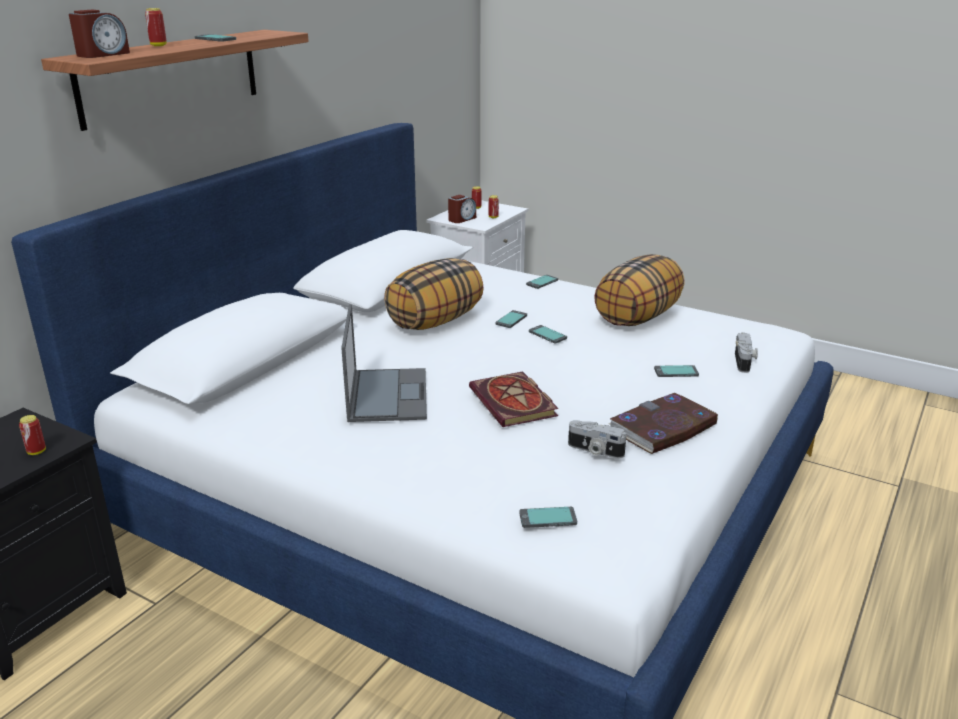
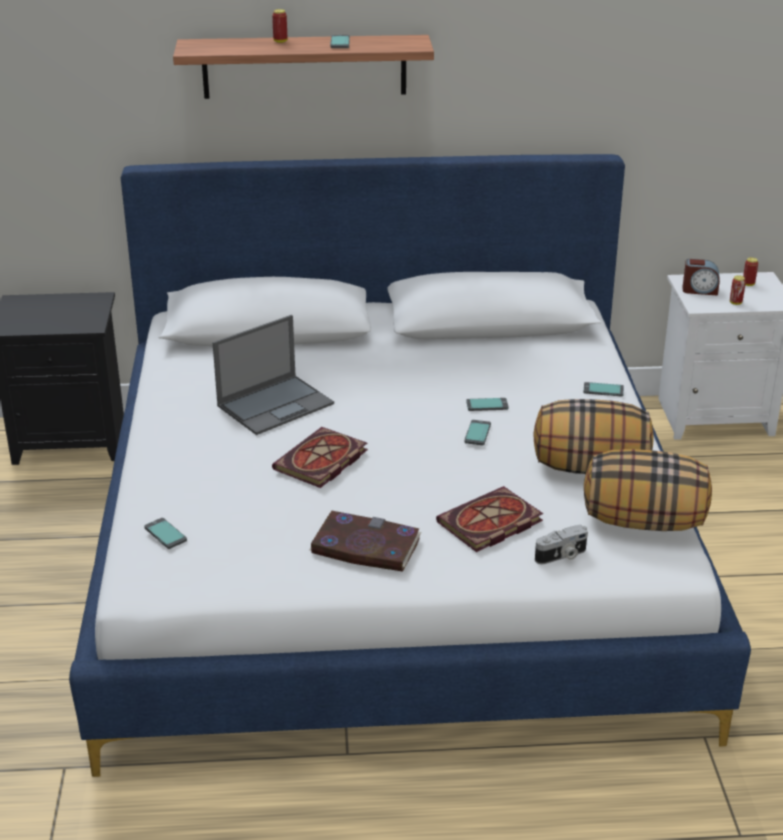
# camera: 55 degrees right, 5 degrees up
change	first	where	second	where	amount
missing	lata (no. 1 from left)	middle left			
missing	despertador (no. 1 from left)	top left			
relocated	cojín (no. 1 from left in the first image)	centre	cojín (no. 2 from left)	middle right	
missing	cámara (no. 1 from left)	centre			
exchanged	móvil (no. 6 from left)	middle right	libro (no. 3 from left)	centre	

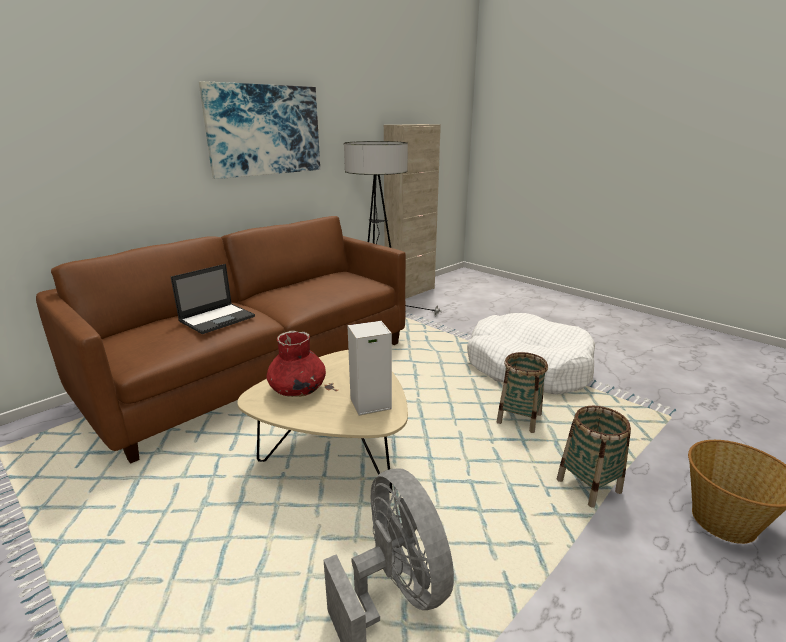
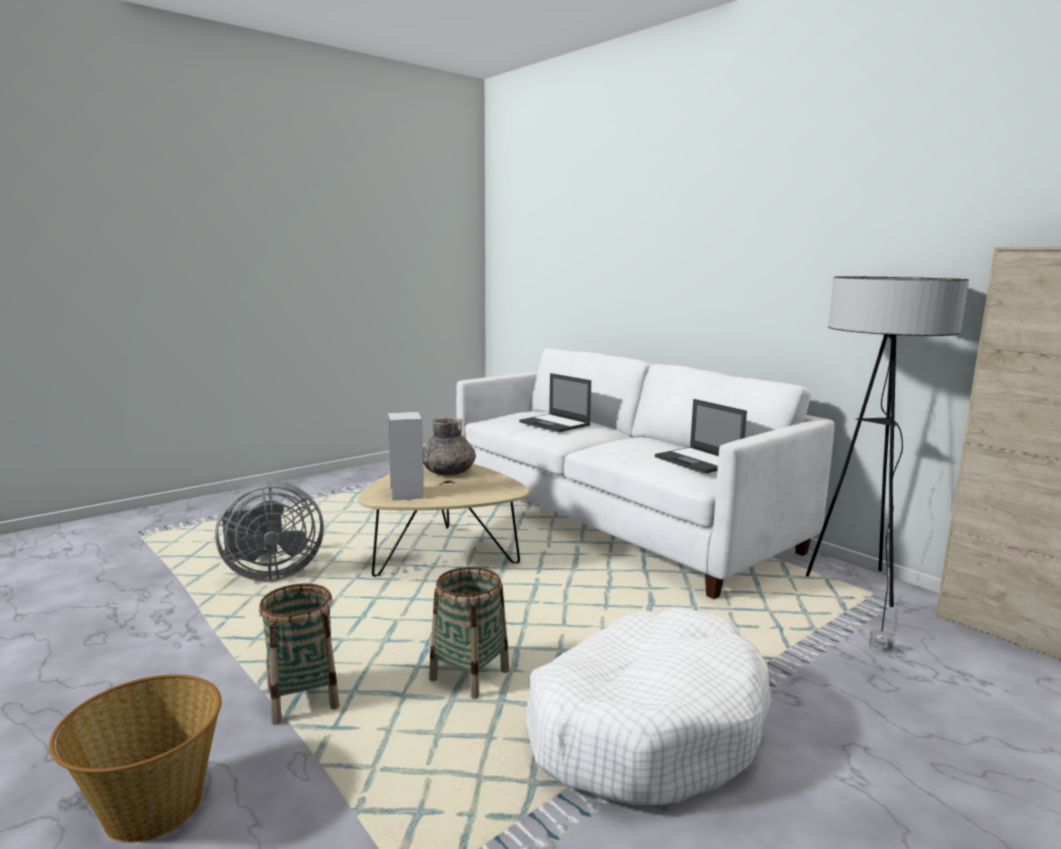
# camera: 95 degrees right, 10 degrees down
change	first	where	second	where	amount
colour	sofá (marrón)	middle left	sofá (blanco)	centre	
missing	cuadro	top left			
colour	florero (rojo)	centre	florero (gris)	centre	
appeared			portátil (no. 2 from left)	centre	

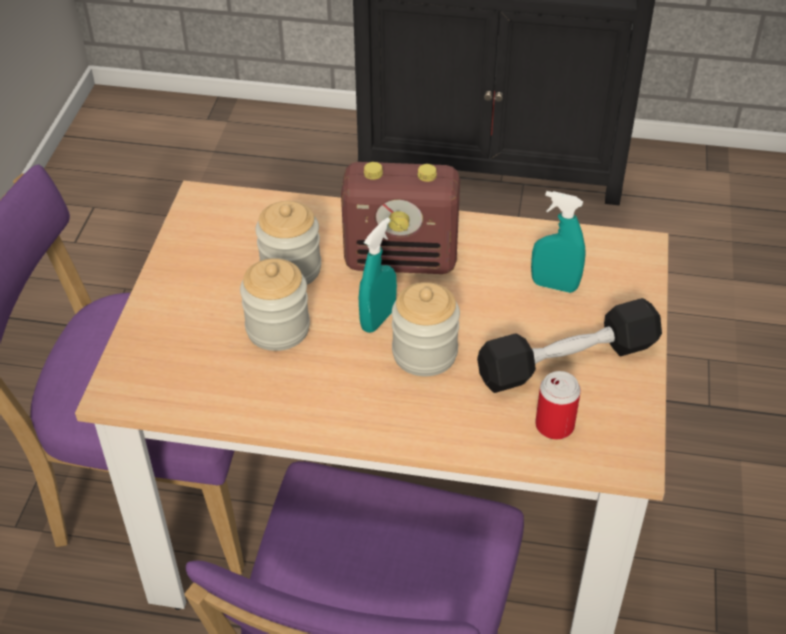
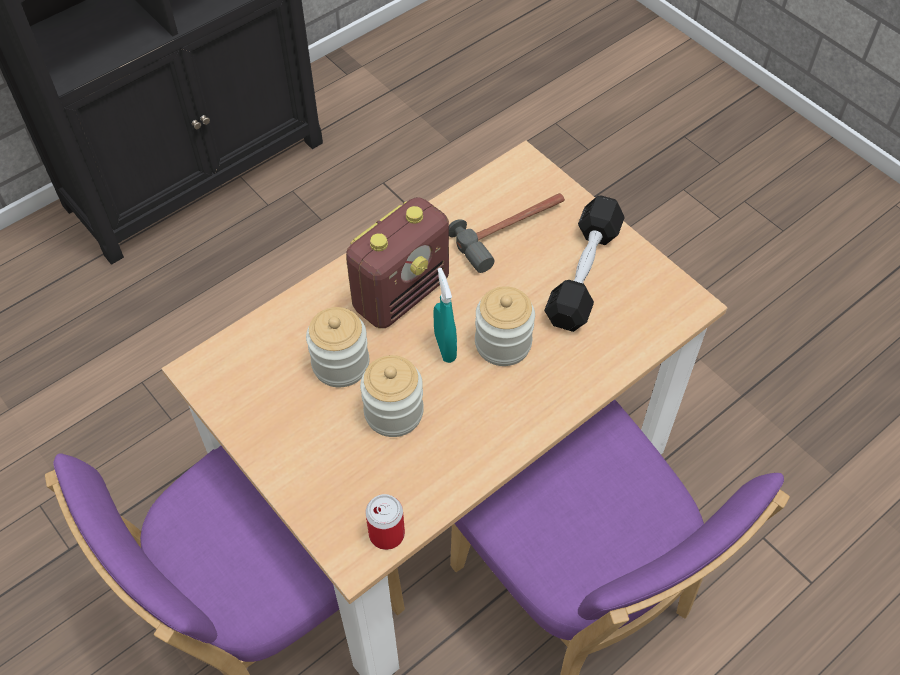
# camera: 50 degrees left, 10 degrees up
change	first	where	second	where	amount
exchanged	pulverizador (turquesa) (no. 2 from left)	middle right	martillo	centre	
relocated	lata	middle right		bottom centre	

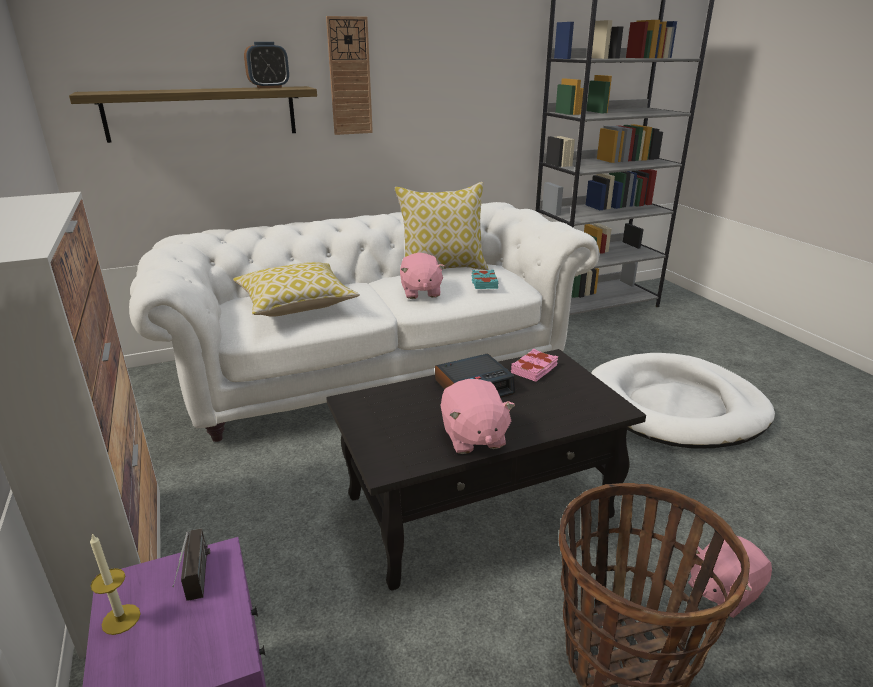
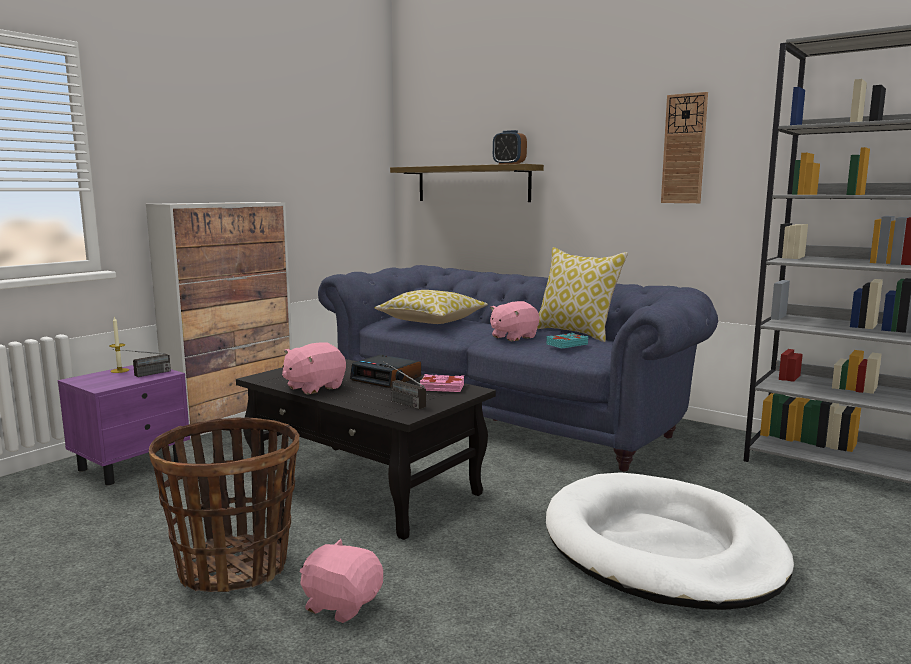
# camera: 60 degrees right, 15 degrees down
change	first	where	second	where	amount
colour	sofá (blanco)	centre	sofá (azul)	centre	
relocated	reloj de pared	top centre		top right	
appeared			radio (no. 2 from left)	centre	

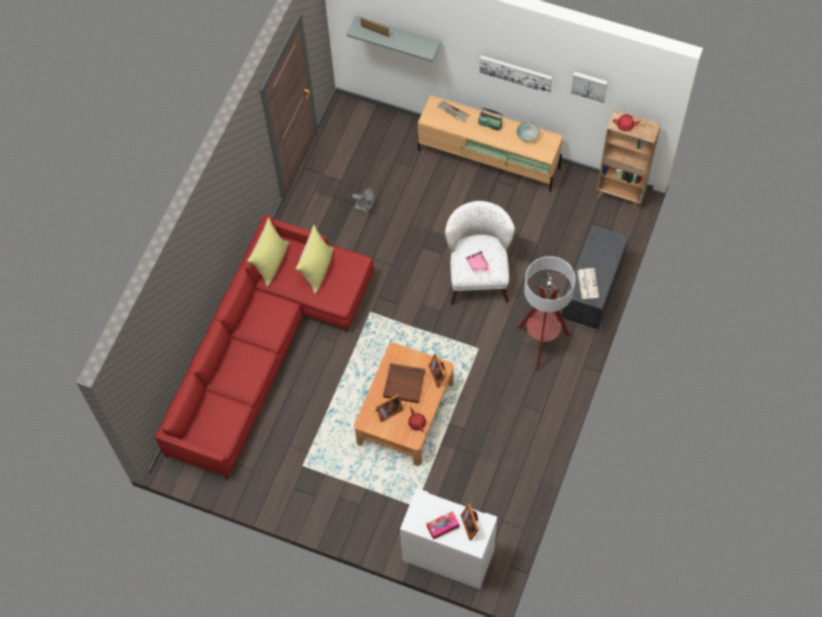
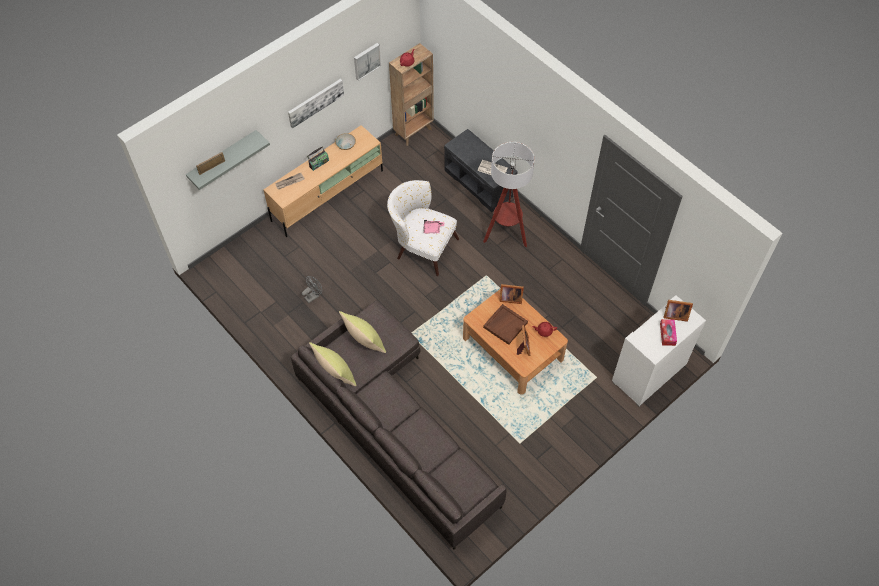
# camera: 65 degrees left, 5 degrees down
change	first	where	second	where	amount
colour	sofá (rojo)	middle left	sofá (gris)	bottom centre	

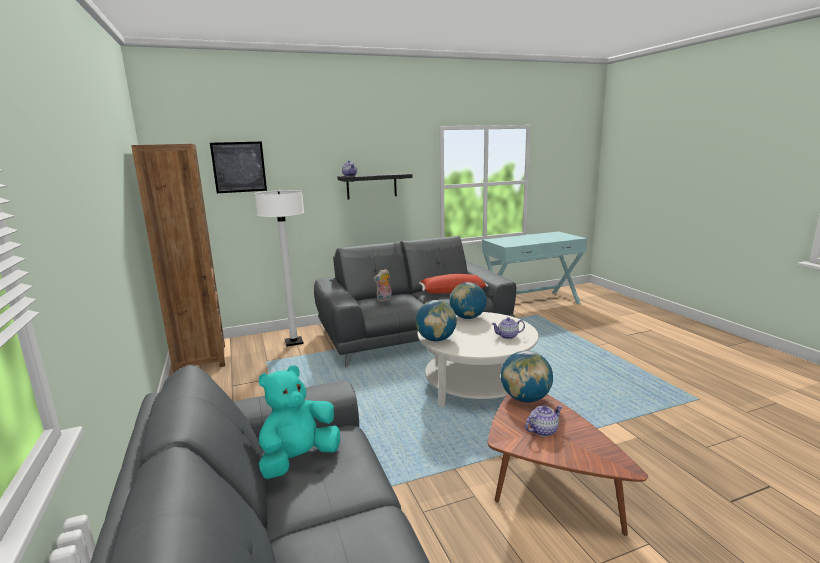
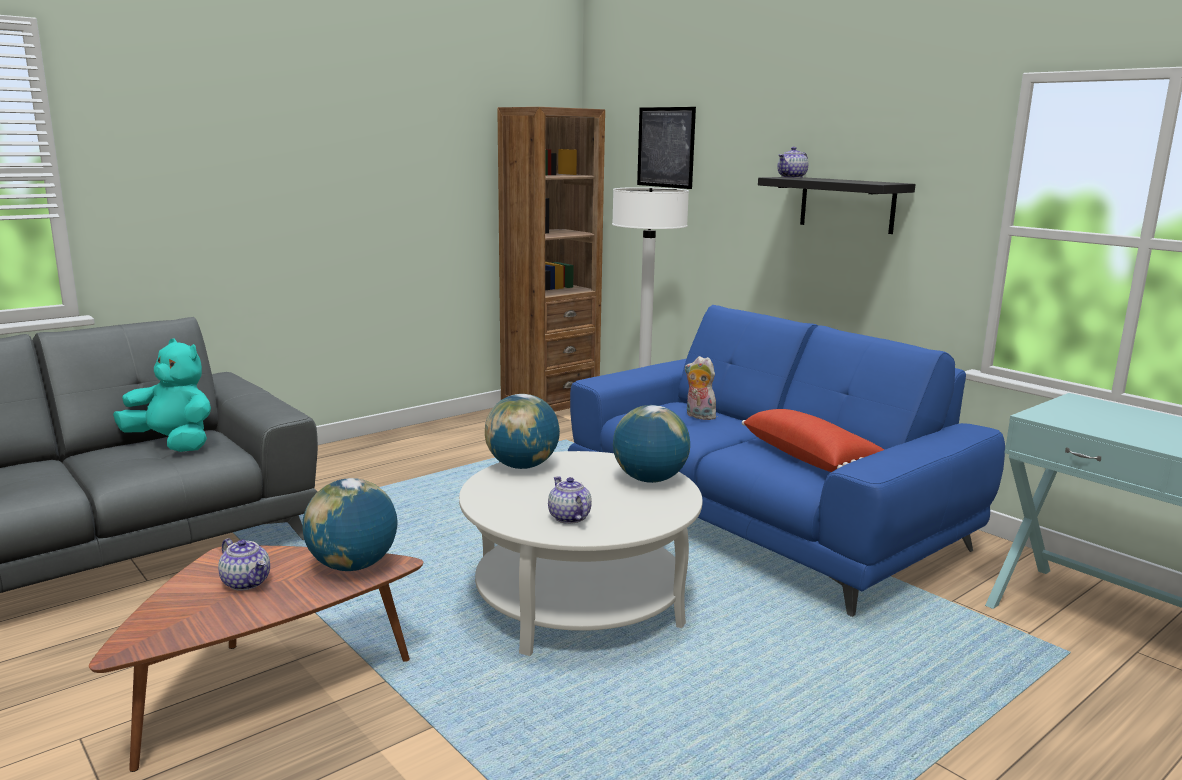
# camera: 70 degrees right, 0 degrees up
change	first	where	second	where	amount
colour	sofá (gris) (no. 2 from left)	centre	sofá (azul)	centre	

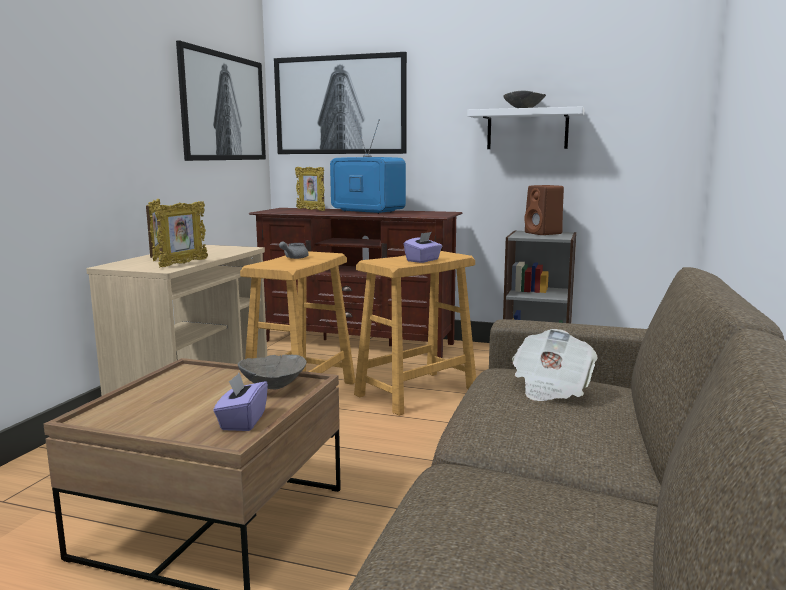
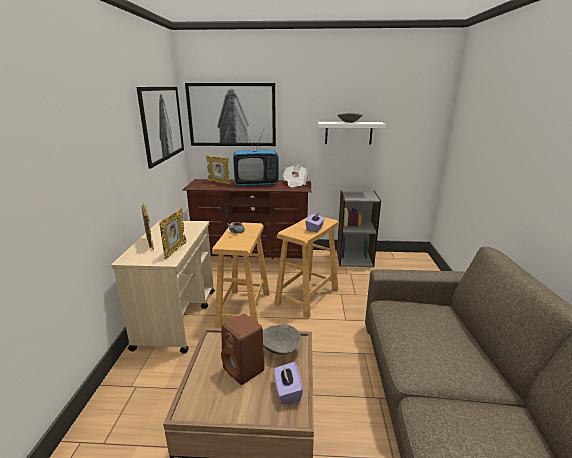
# camera: 15 degrees left, 10 degrees up
change	first	where	second	where	amount
spun	televisor	top centre		centre	150 degrees clockwise
relocated	periódico	middle right		centre	
relocated	altavoz (marrón)	middle right		bottom centre	

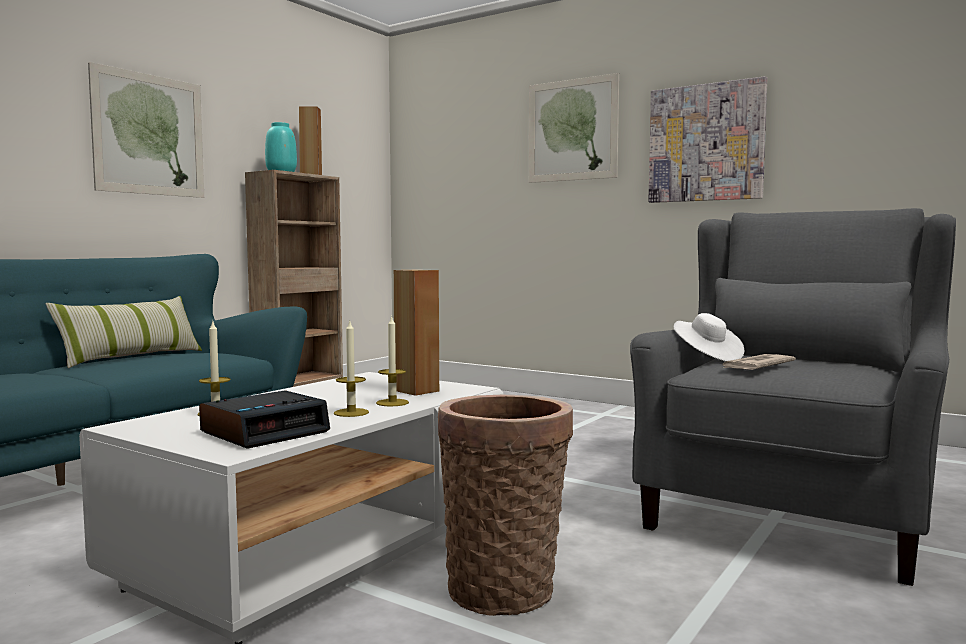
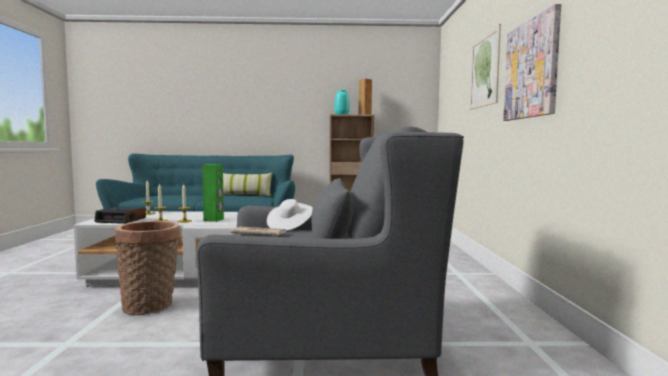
# camera: 55 degrees right, 0 degrees up
change	first	where	second	where	amount
missing	cuadro (no. 1 from left)	top left			
colour	altavoz (marrón) (no. 2 from left)	centre	altavoz (verde)	middle left	

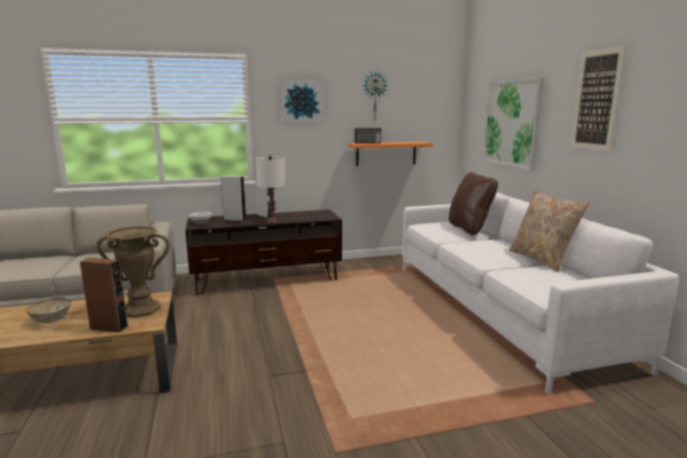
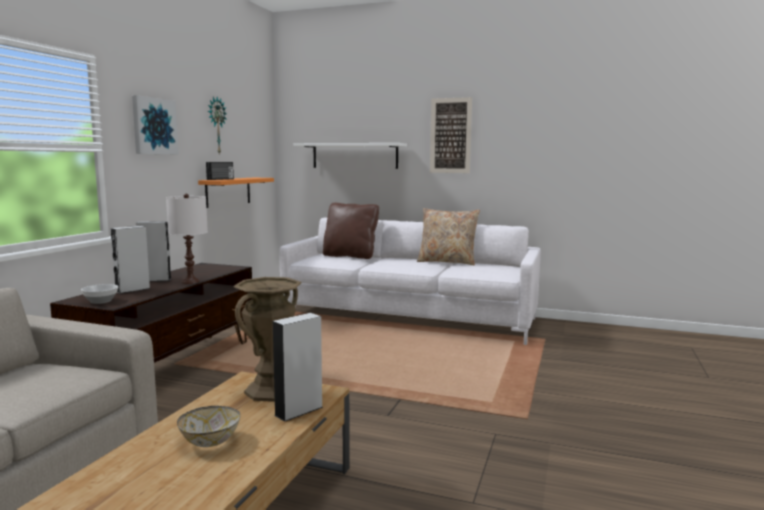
# camera: 55 degrees left, 5 degrees down
change	first	where	second	where	amount
colour	altavoz (marrón)	middle left	altavoz (gris) (no. 3 from left)	bottom centre	
exchanged	cuadro (no. 2 from left)	top right	estante (blanco)	top centre	

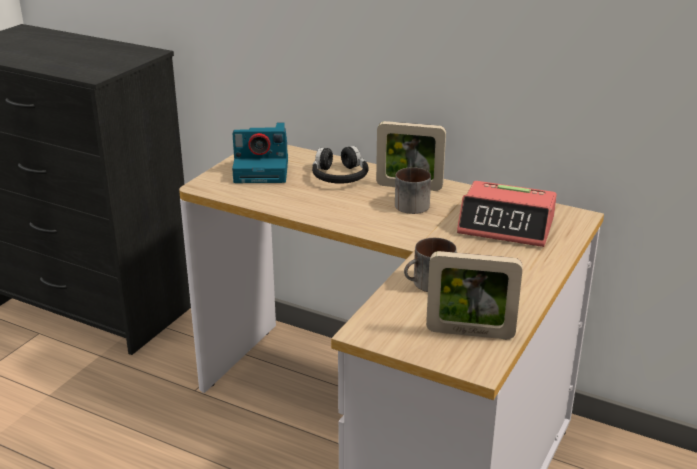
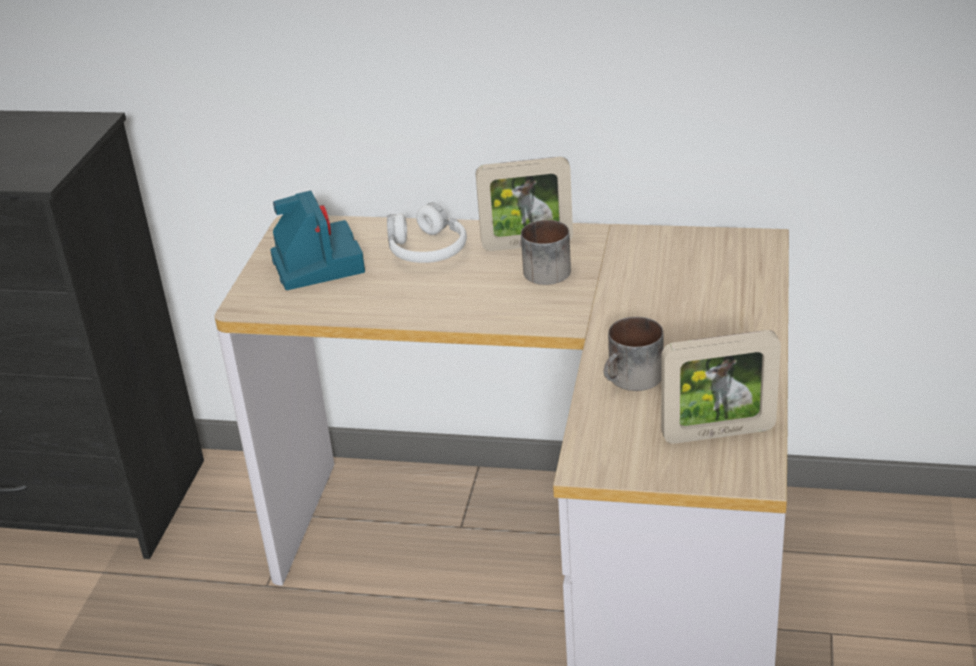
# camera: 15 degrees left, 5 degrees up
change	first	where	second	where	amount
spun	cámara	top centre		middle left	90 degrees counterclockwise
colour	auriculares (negro)	centre	auriculares (blanco)	centre	
missing	despertador	middle right			

